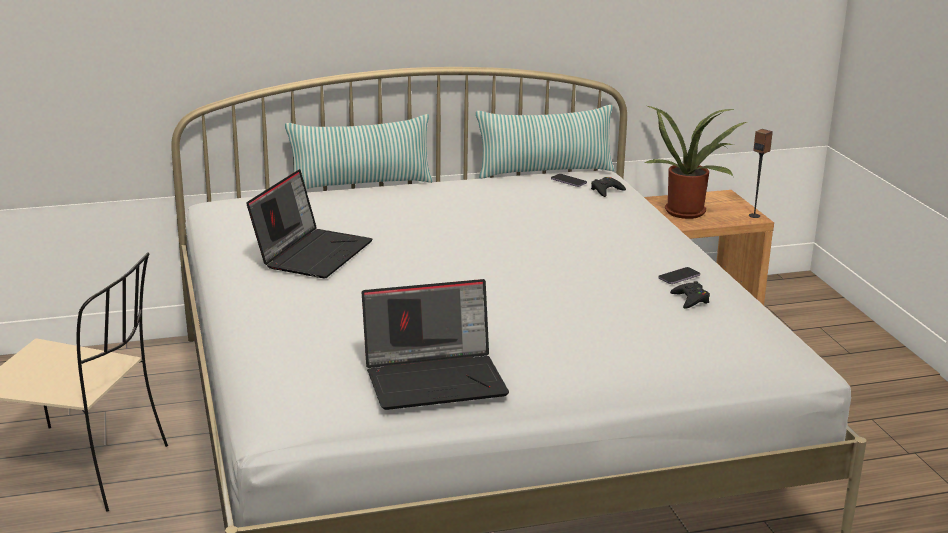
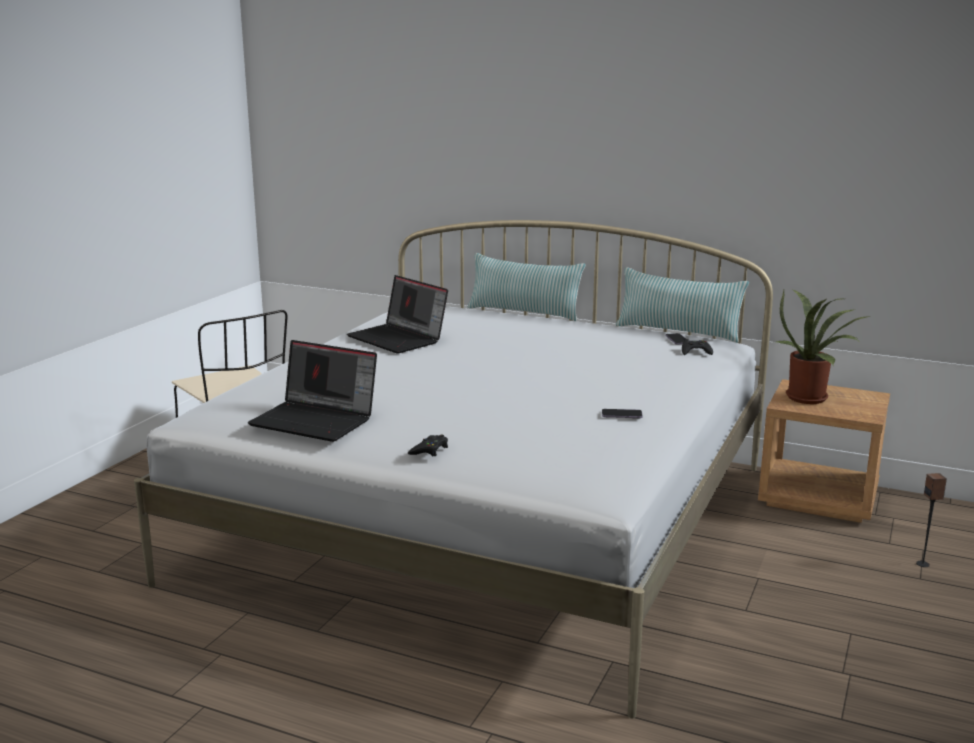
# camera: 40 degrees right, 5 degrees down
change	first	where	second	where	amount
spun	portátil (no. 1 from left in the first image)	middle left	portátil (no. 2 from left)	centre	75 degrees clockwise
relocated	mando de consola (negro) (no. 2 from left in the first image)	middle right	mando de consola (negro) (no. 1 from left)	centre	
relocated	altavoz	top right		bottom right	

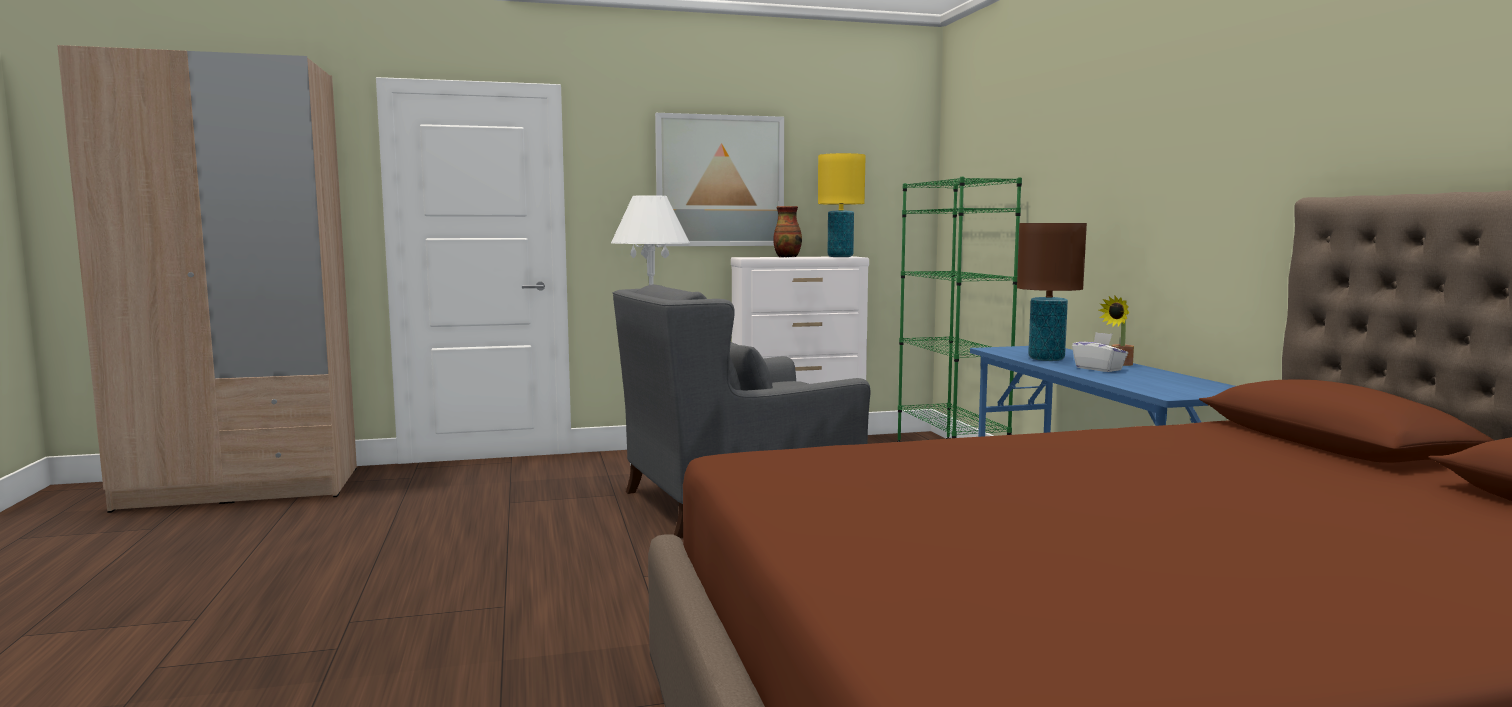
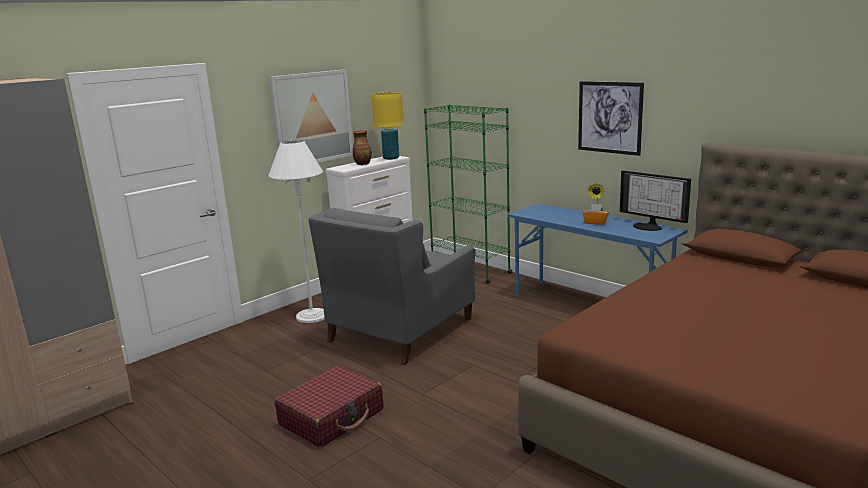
# camera: 30 degrees left, 10 degrees up
change	first	where	second	where	amount
missing	lámpara de mesa (marrón)	middle right			
colour	caja de pañuelos (blanco)	middle right	caja de pañuelos (naranja)	middle right	
appeared			maleta (rojo)	bottom centre	
appeared			cuadro (no. 2 from left)	top right	
appeared			monitor	middle right	

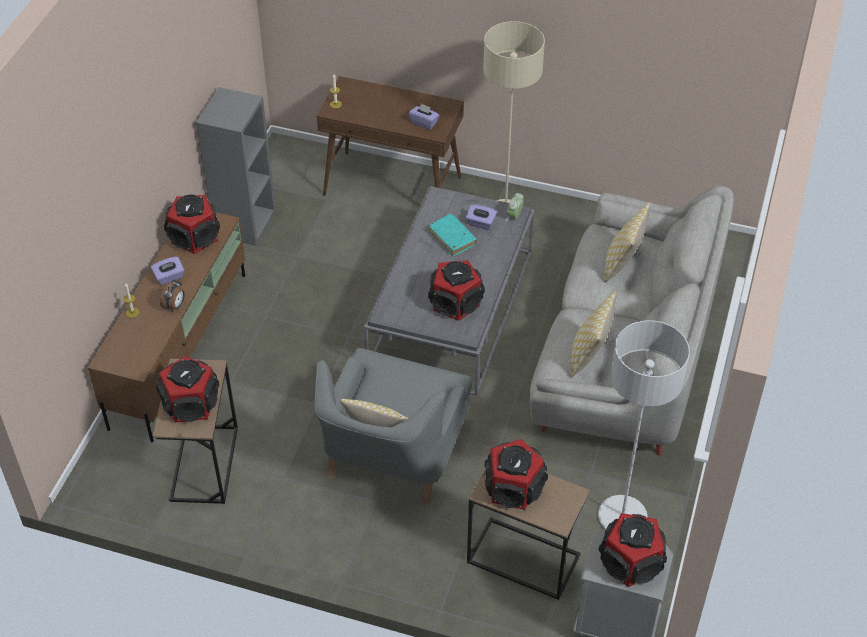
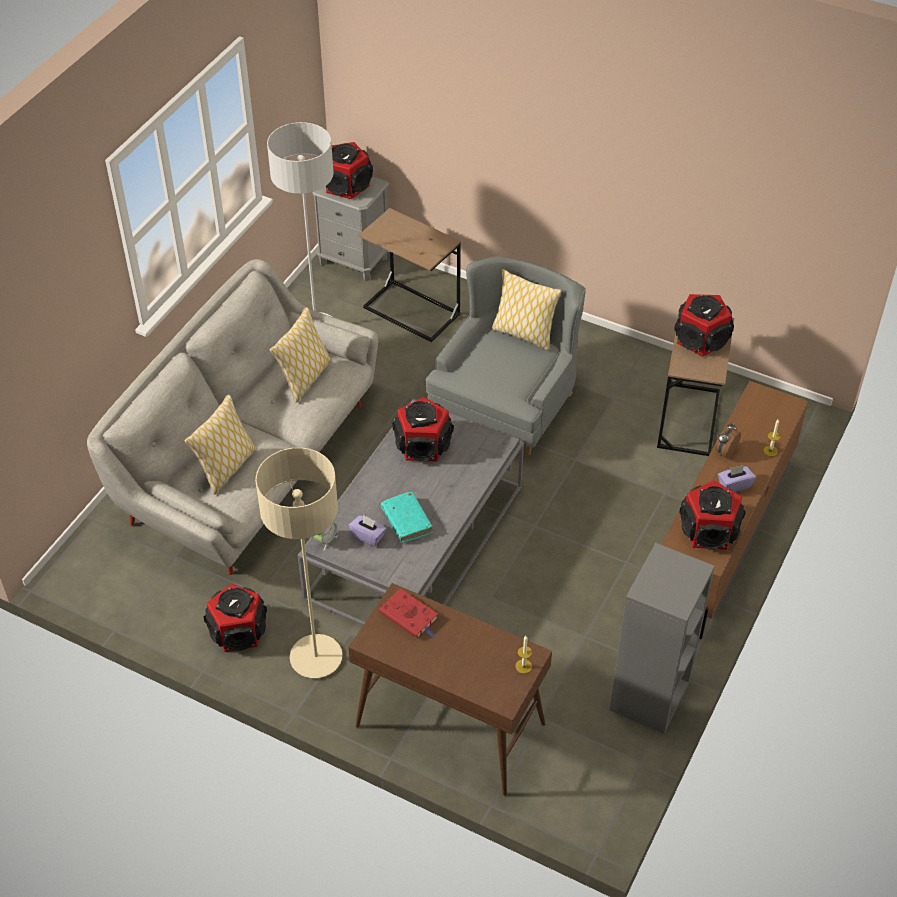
# camera: 170 degrees left, 0 degrees up
change	first	where	second	where	amount
exchanged	caja de pañuelos (morado) (no. 2 from left)	top centre	libro (rojo)	bottom centre	
relocated	altavoz (no. 4 from left in the first image)	bottom centre	altavoz (no. 1 from left)	bottom left	

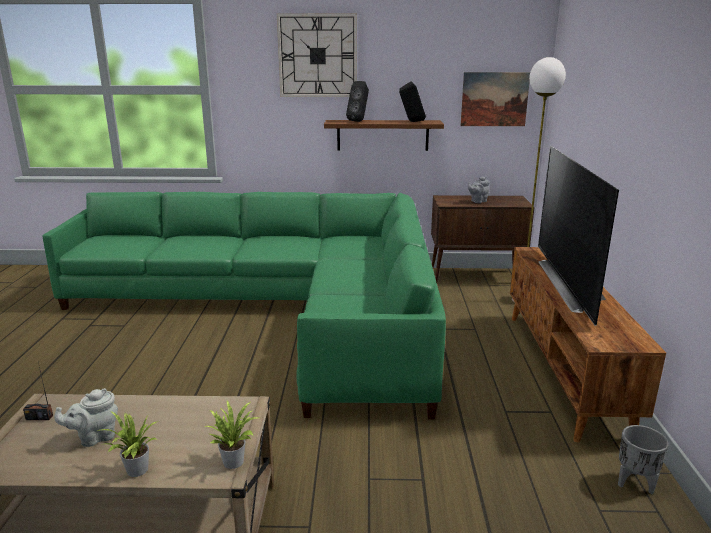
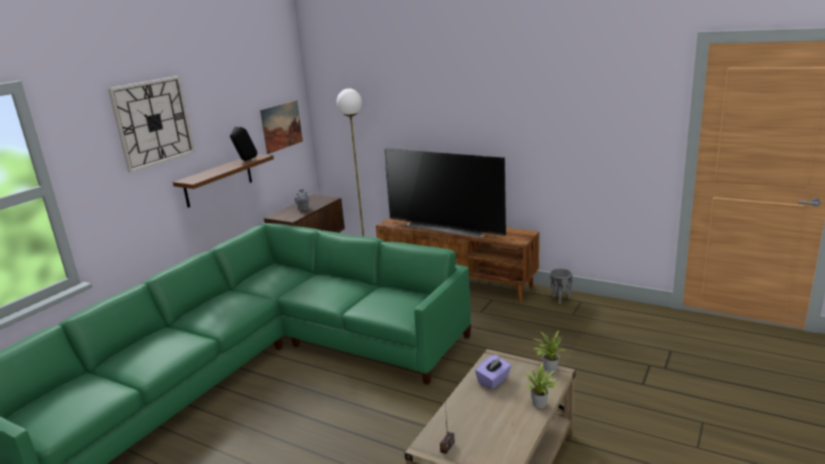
# camera: 60 degrees left, 0 degrees up
change	first	where	second	where	amount
missing	tetera (gris) (no. 1 from left)	bottom left			
missing	altavoz (negro) (no. 1 from left)	top centre			
appeared			caja de pañuelos (morado)	bottom centre	

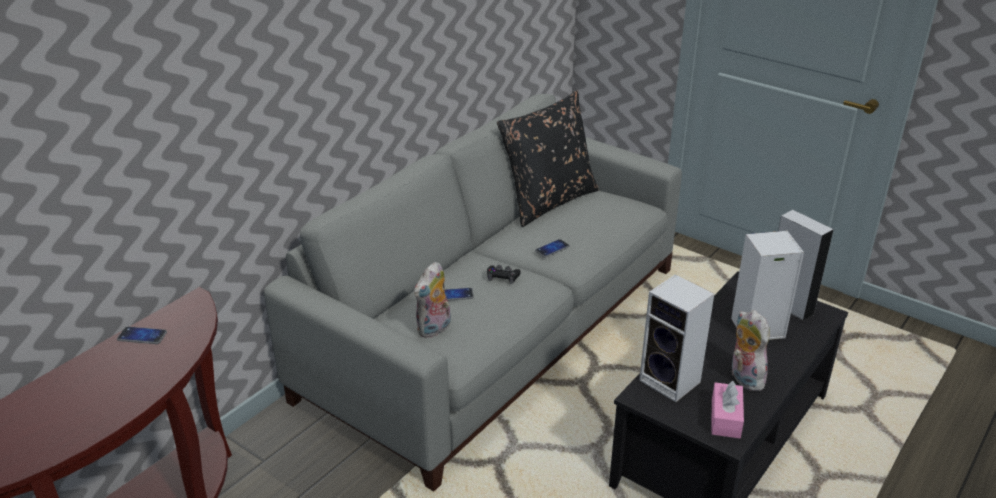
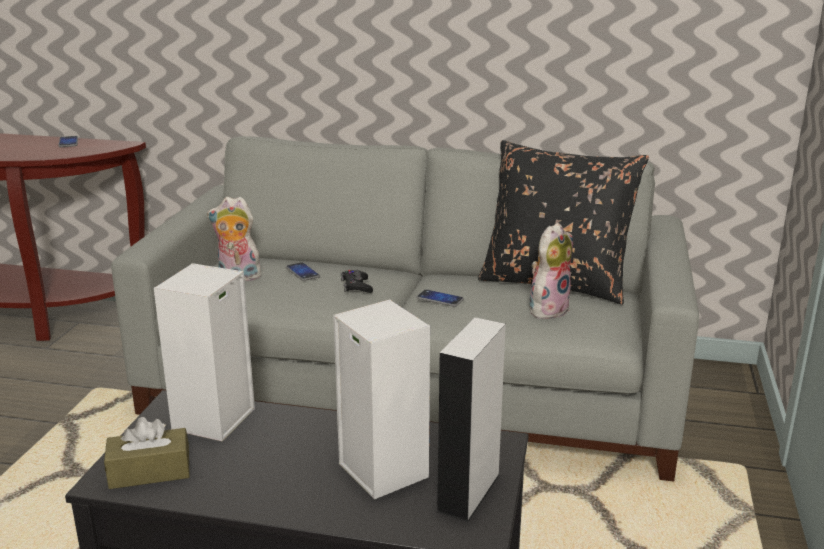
# camera: 65 degrees right, 10 degrees down
change	first	where	second	where	amount
colour	caja de pañuelos (rosa)	bottom right	caja de pañuelos (marrón)	bottom left	
relocated	peluche (no. 2 from left)	bottom right		middle right	

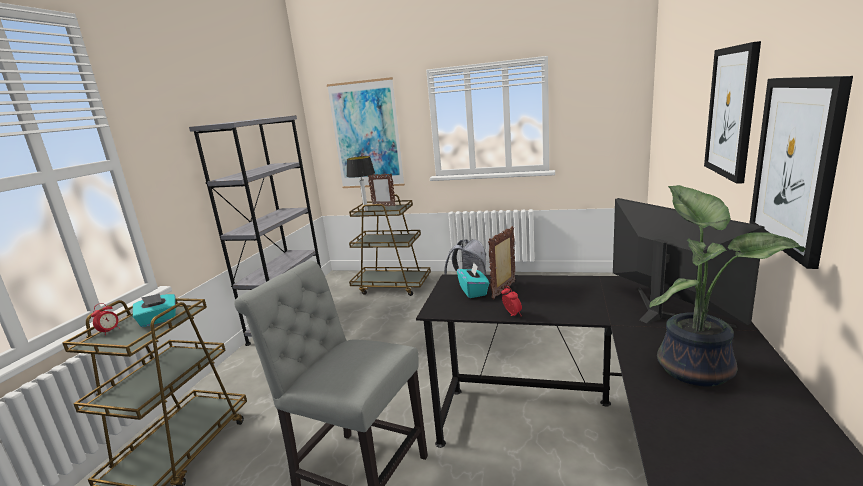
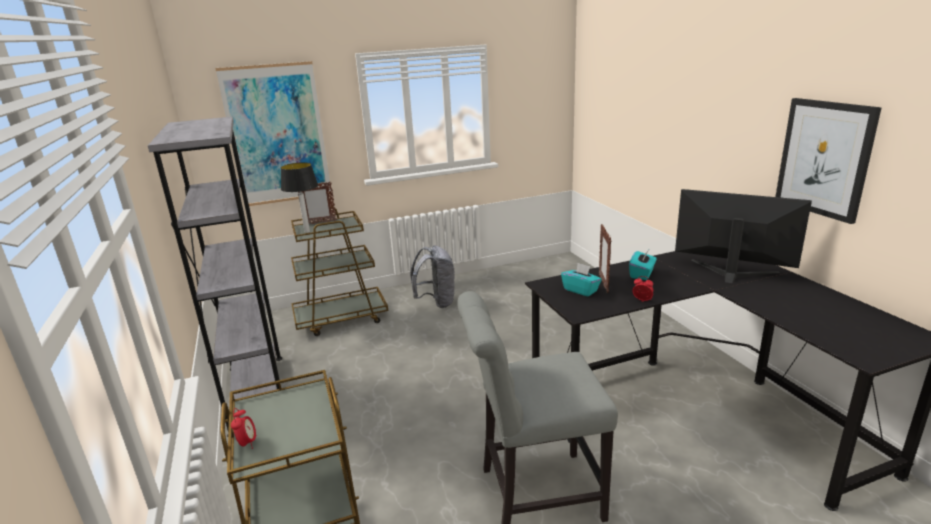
# camera: 35 degrees left, 5 degrees up
change	first	where	second	where	amount
relocated	caja de pañuelos (turquesa) (no. 1 from left in the first image)	middle left	caja de pañuelos (turquesa) (no. 2 from left)	middle right	
missing	planta en maceta	middle right			
missing	cuadro (no. 2 from left)	top right			

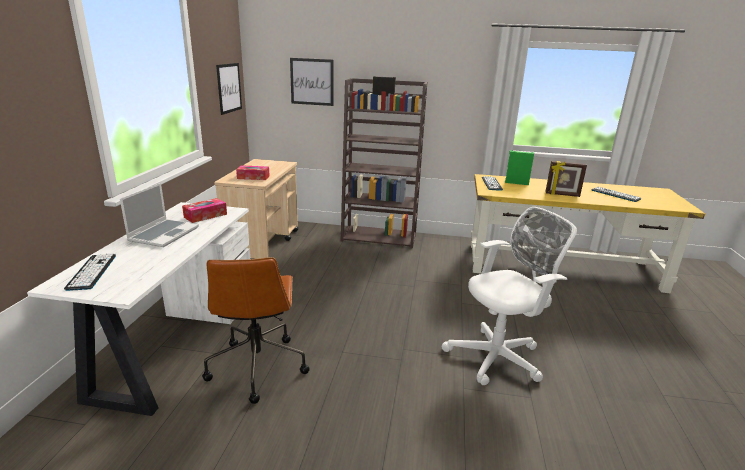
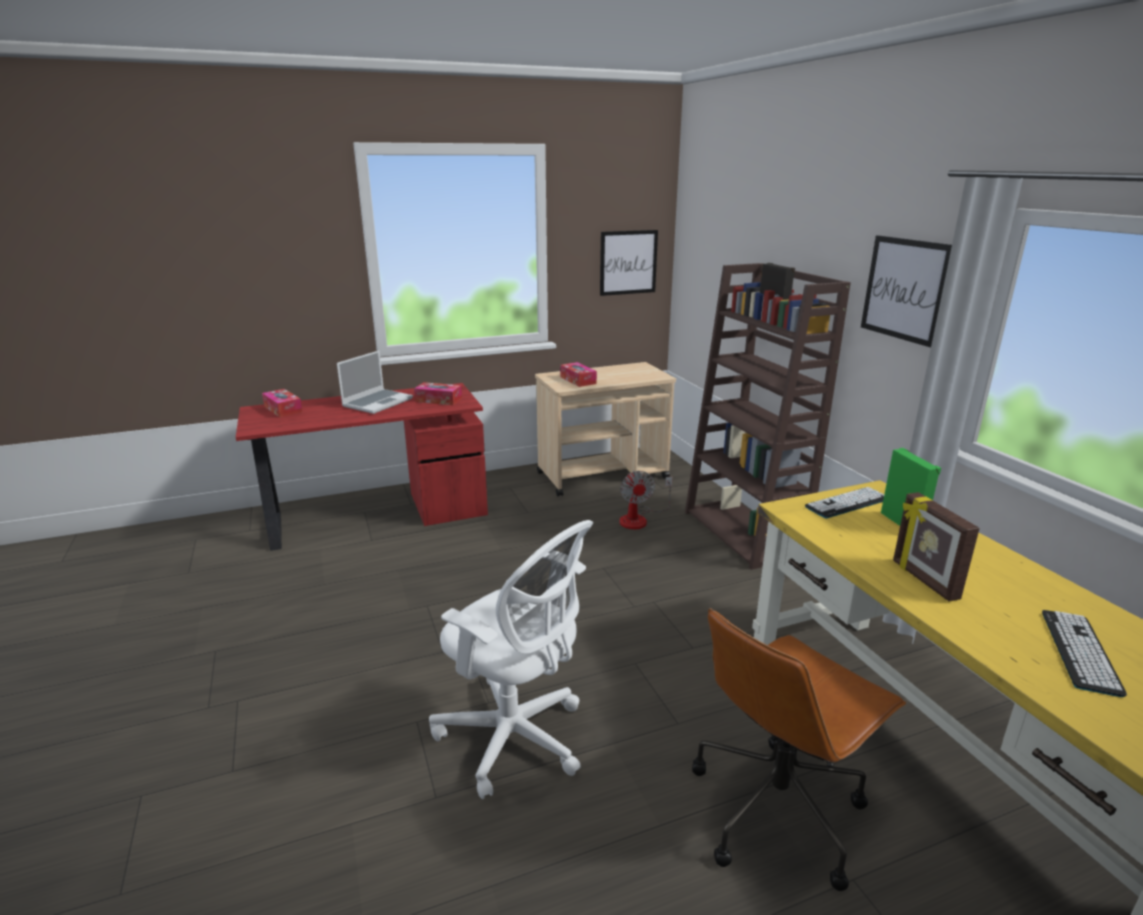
# camera: 60 degrees right, 0 degrees up
change	first	where	second	where	amount
colour	escritorio (blanco)	middle left	escritorio (rojo)	middle left	
exchanged	teclado (no. 1 from left)	middle left	caja de pañuelos (no. 1 from left)	middle left	
spun	portátil	middle left		middle left	45 degrees counterclockwise
relocated	silla de oficina (marrón)	bottom centre		bottom right	
relocated	cuadro (no. 2 from left)	top centre		top right	
appeared			ventilador	centre	

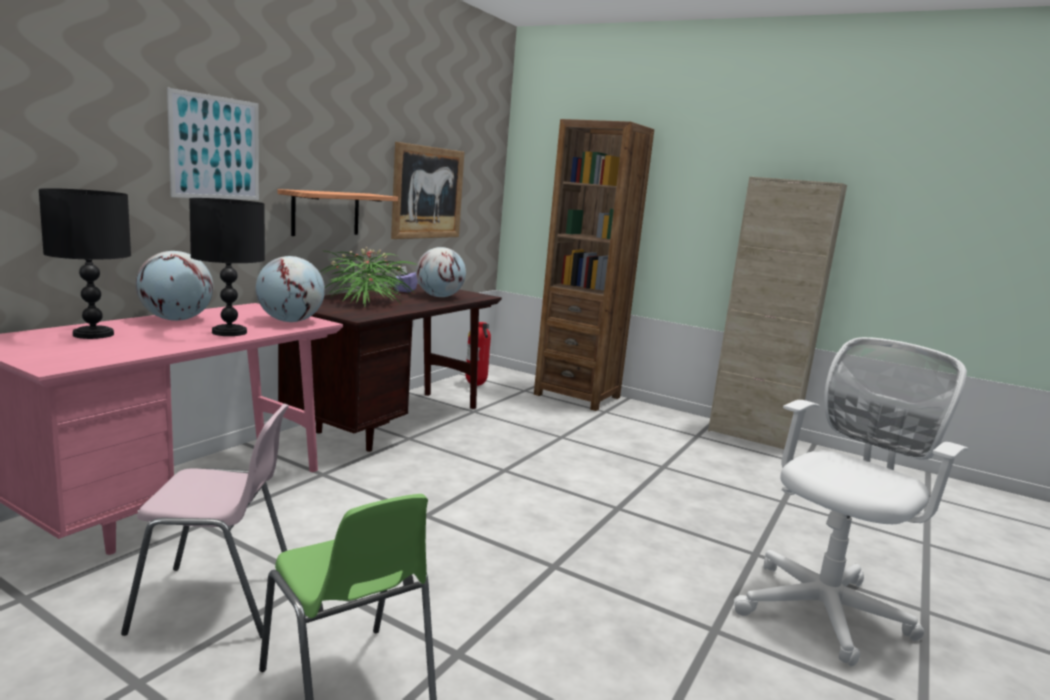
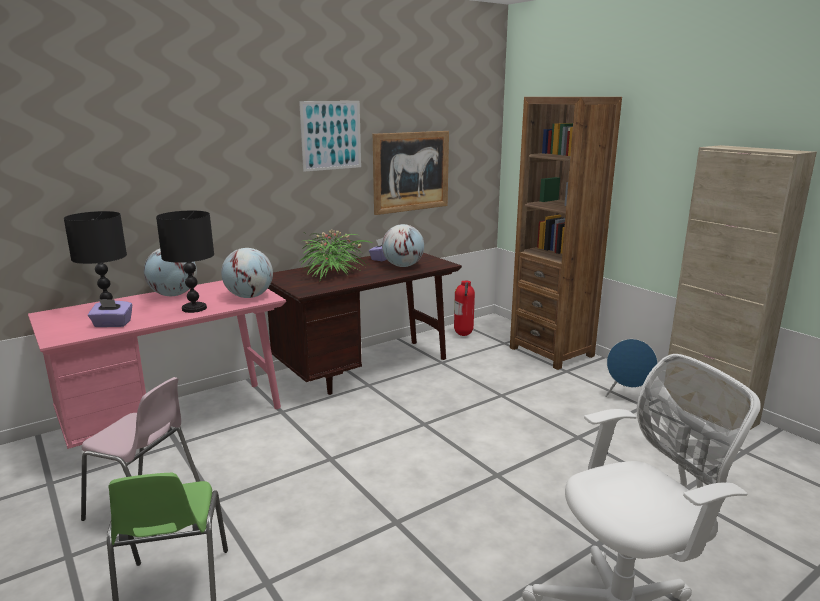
# camera: 25 degrees right, 5 degrees up
change	first	where	second	where	amount
relocated	cuadro (no. 1 from left)	top left		top centre	
missing	estante	top left			
appeared			caja de pañuelos (morado) (no. 1 from left)	middle left	
appeared			altavoz (azul)	middle right	

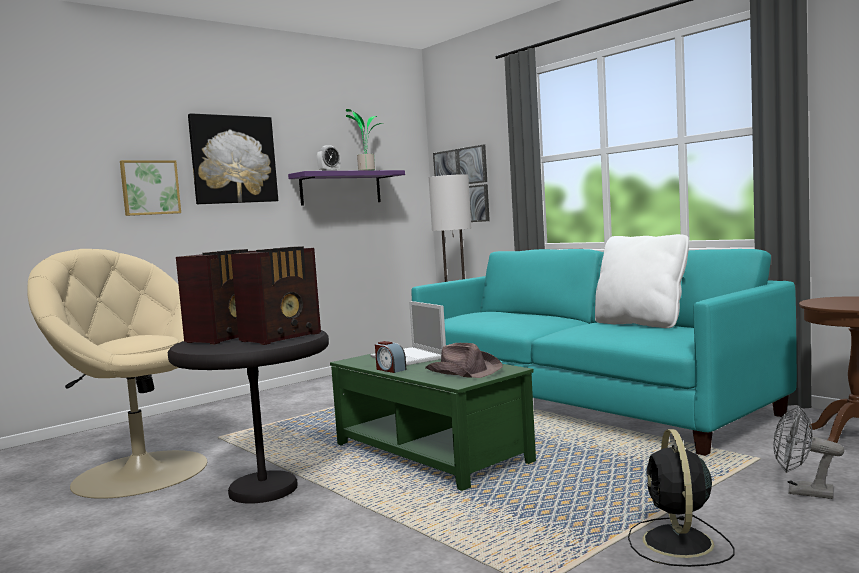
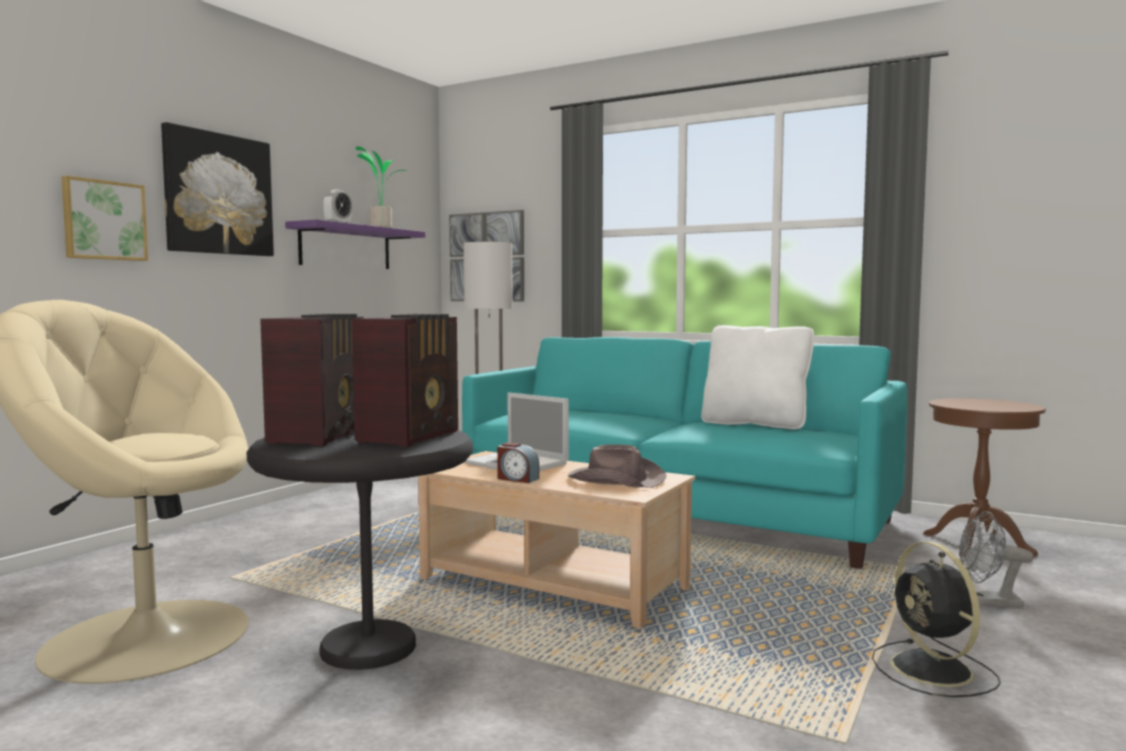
# camera: 20 degrees left, 0 degrees up
change	first	where	second	where	amount
colour	mesa de centro (verde)	bottom centre	mesa de centro (beis)	bottom centre	

